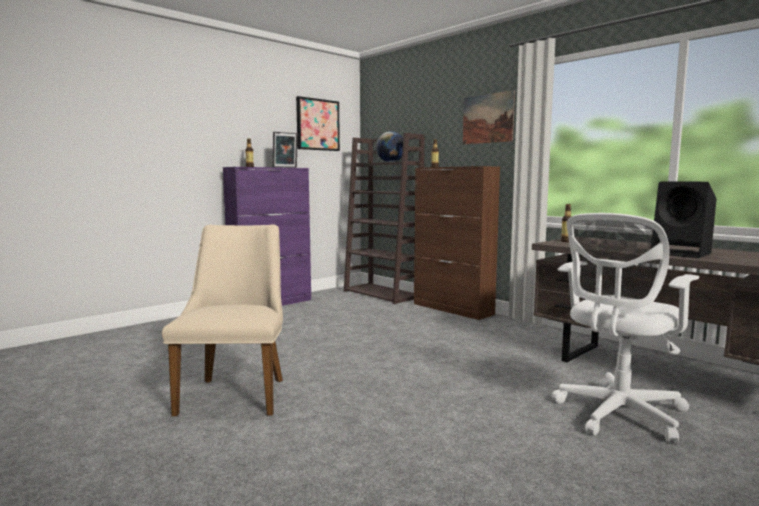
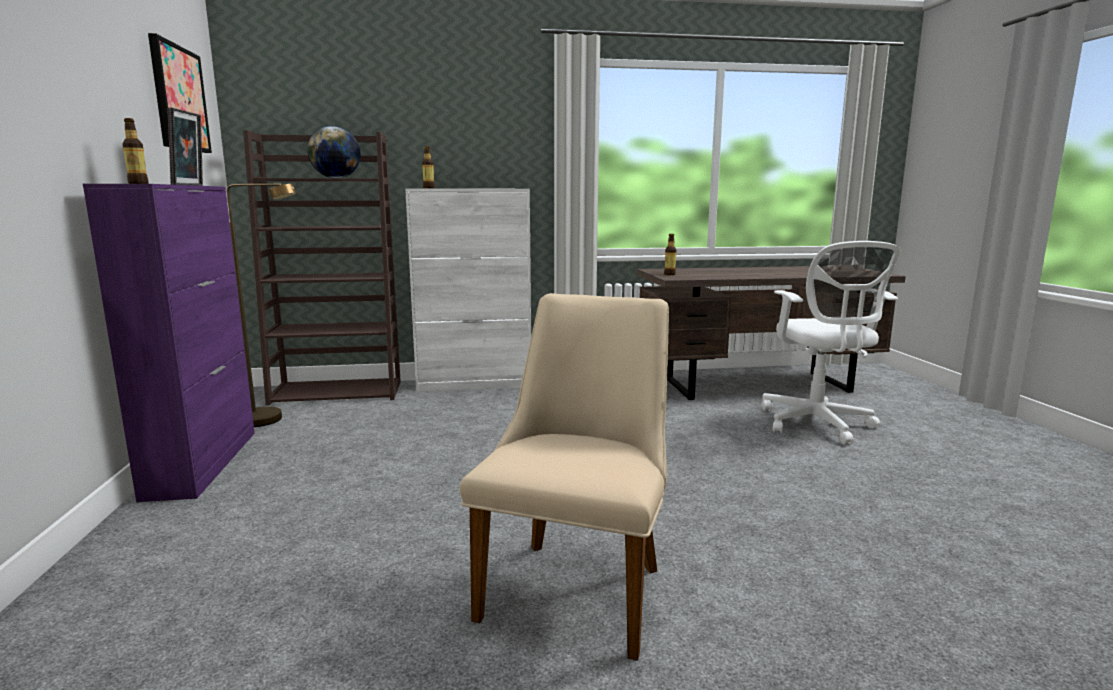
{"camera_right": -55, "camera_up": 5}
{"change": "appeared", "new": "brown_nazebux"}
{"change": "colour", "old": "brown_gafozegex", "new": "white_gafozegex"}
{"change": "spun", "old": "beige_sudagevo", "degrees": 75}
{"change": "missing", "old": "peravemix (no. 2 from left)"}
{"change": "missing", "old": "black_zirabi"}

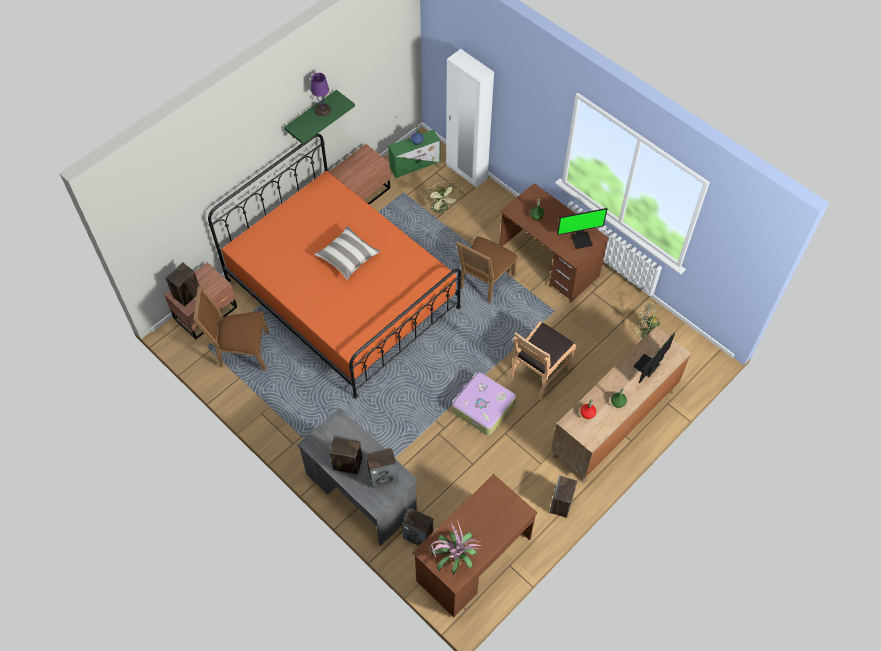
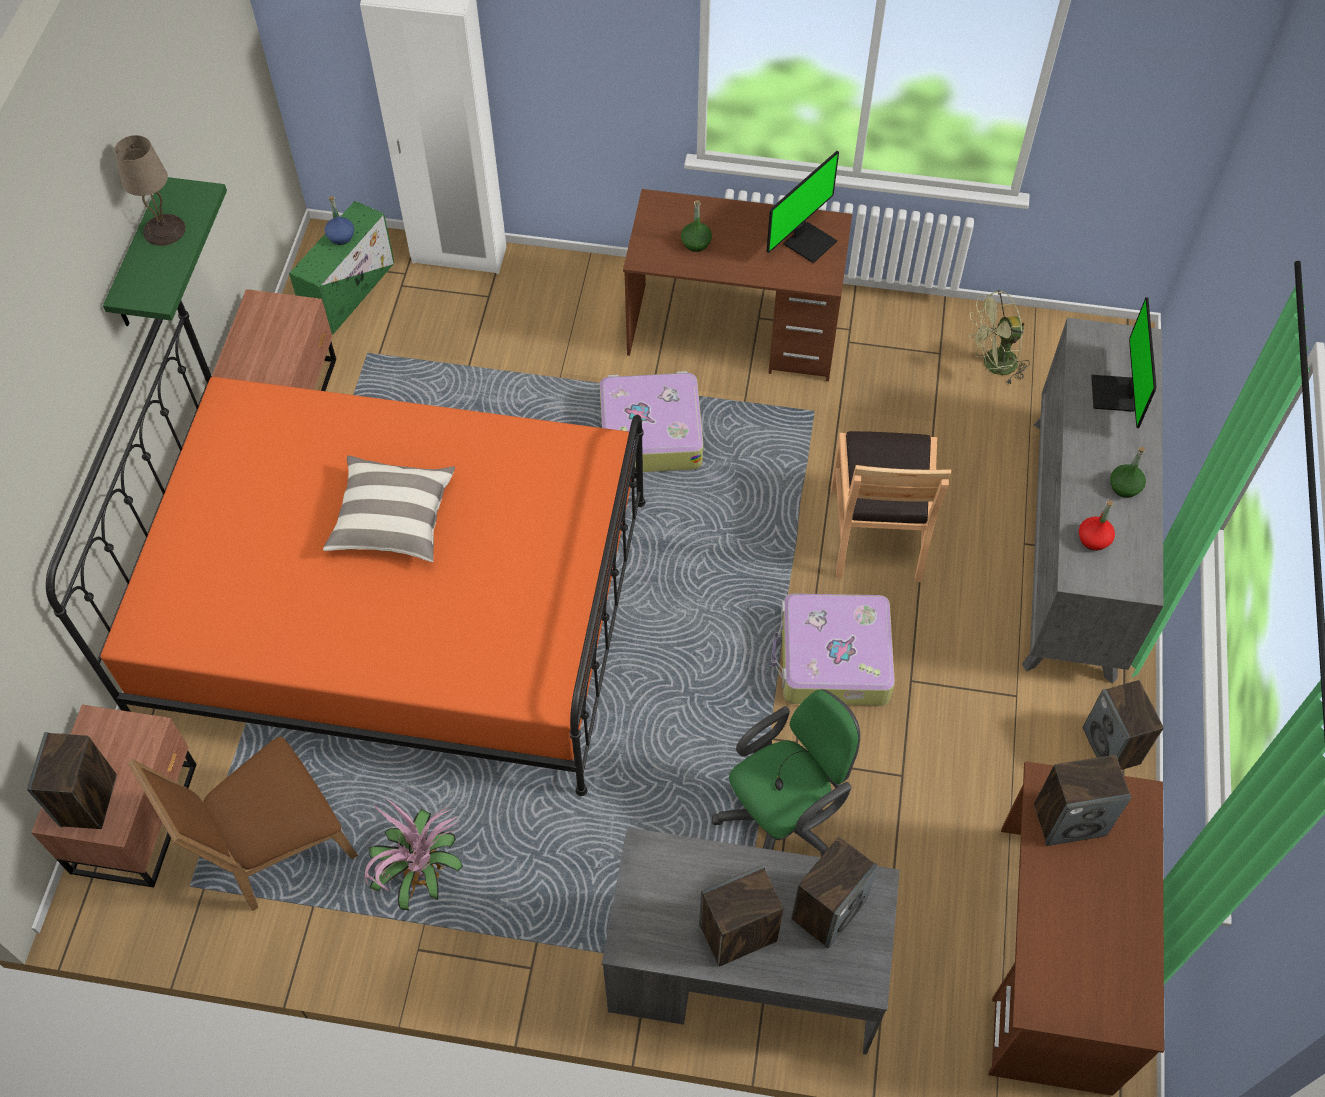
{"camera_right": -35, "camera_up": 0}
{"change": "colour", "old": "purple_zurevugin", "new": "beige_zurevugin"}
{"change": "relocated", "old": "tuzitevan"}
{"change": "exchanged", "old": "brown_sudagevo (no. 2 from left)", "new": "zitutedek (no. 1 from left)"}
{"change": "appeared", "new": "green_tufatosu"}
{"change": "colour", "old": "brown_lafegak", "new": "grey_lafegak"}
{"change": "relocated", "old": "zirabi (no. 4 from left)"}
{"change": "missing", "old": "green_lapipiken (no. 1 from left)"}

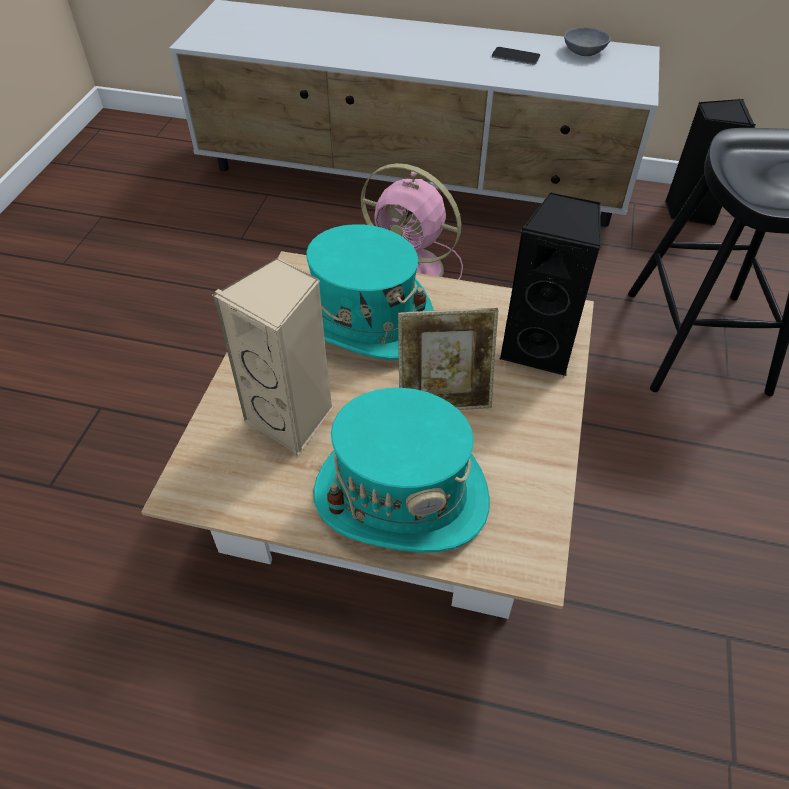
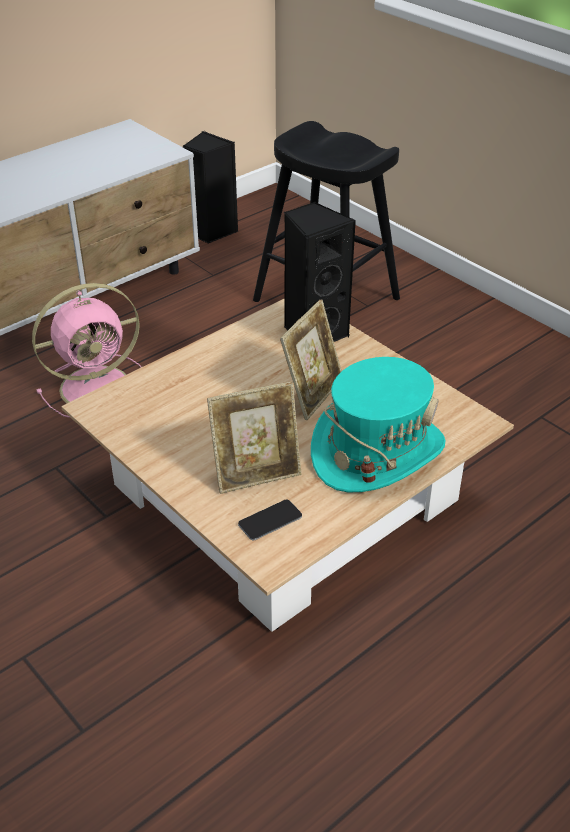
{"camera_right": -55, "camera_up": -10}
{"change": "exchanged", "old": "beige_zirabi", "new": "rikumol (no. 1 from left)"}
{"change": "relocated", "old": "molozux"}
{"change": "missing", "old": "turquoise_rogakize (no. 1 from left)"}
{"change": "missing", "old": "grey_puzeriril"}

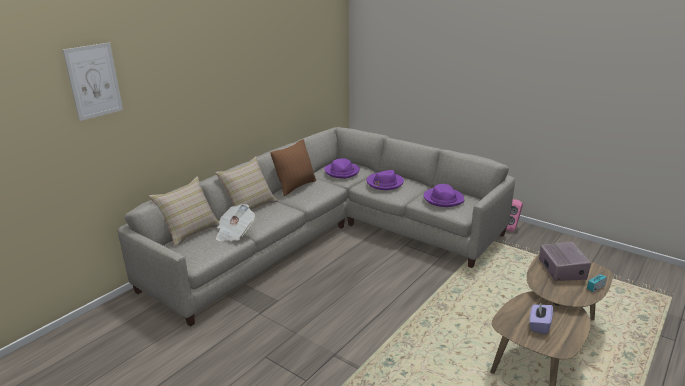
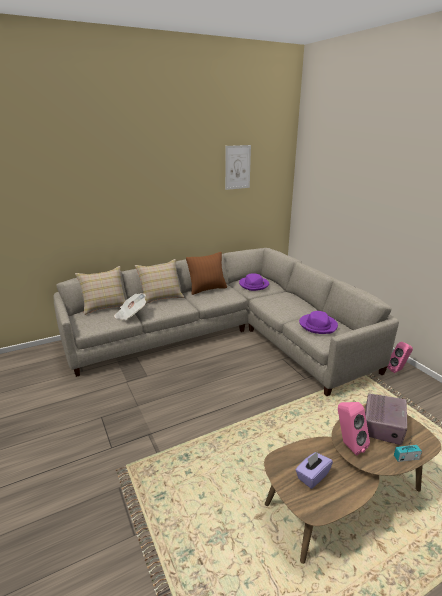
{"camera_right": 25, "camera_up": 0}
{"change": "relocated", "old": "peravemix"}
{"change": "appeared", "new": "pink_zirabi (no. 1 from left)"}
{"change": "missing", "old": "purple_rogakize (no. 2 from left)"}

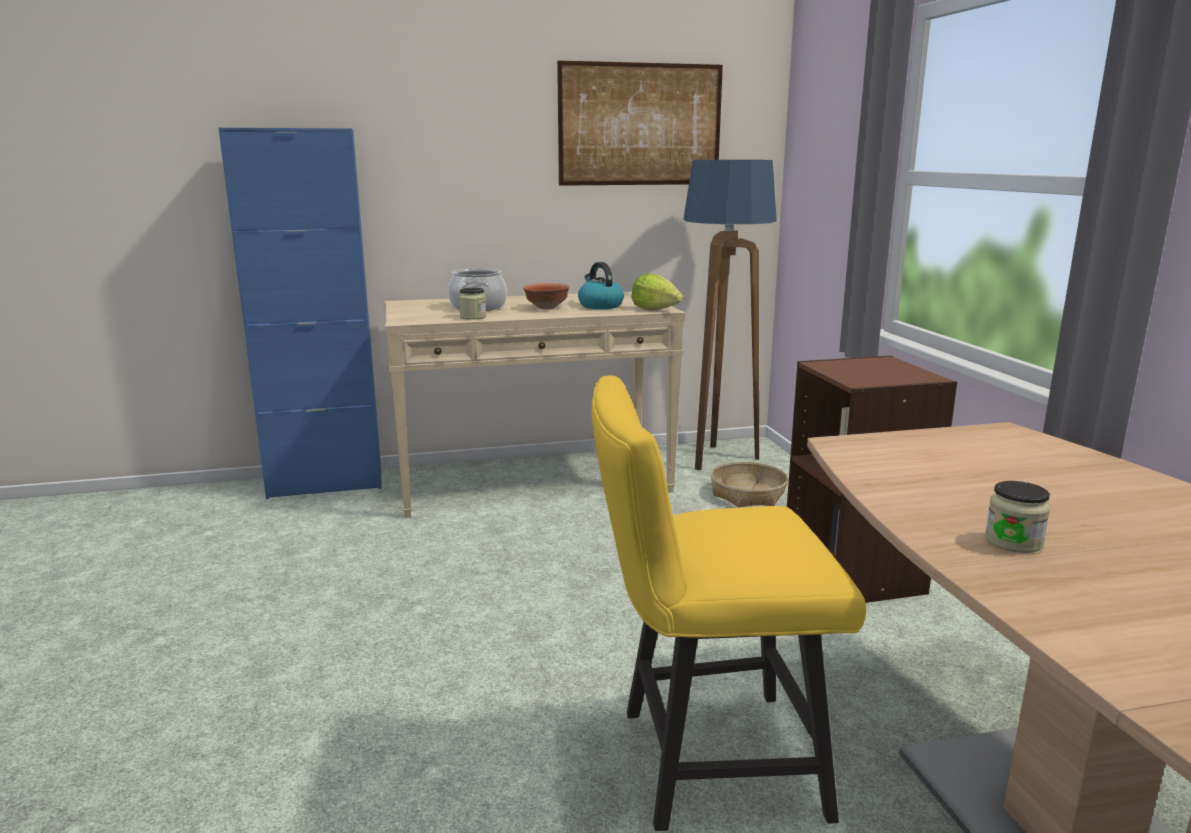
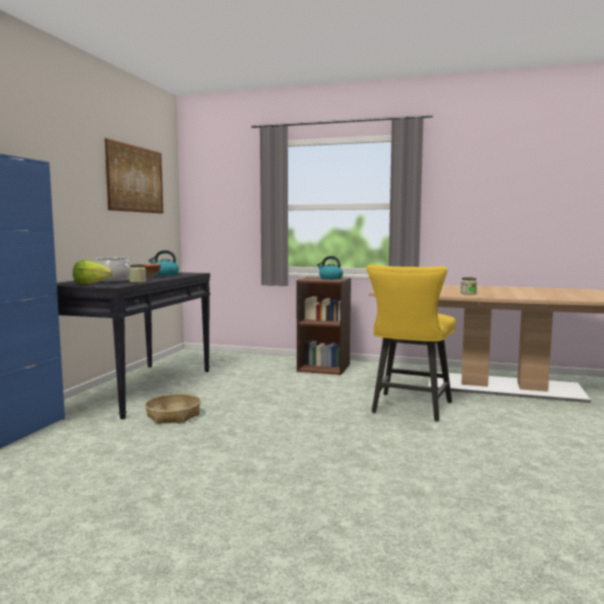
{"camera_right": -60, "camera_up": -10}
{"change": "colour", "old": "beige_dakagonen", "new": "black_dakagonen"}
{"change": "relocated", "old": "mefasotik"}
{"change": "relocated", "old": "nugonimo"}
{"change": "appeared", "new": "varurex (no. 2 from left)"}
{"change": "missing", "old": "nazebux"}

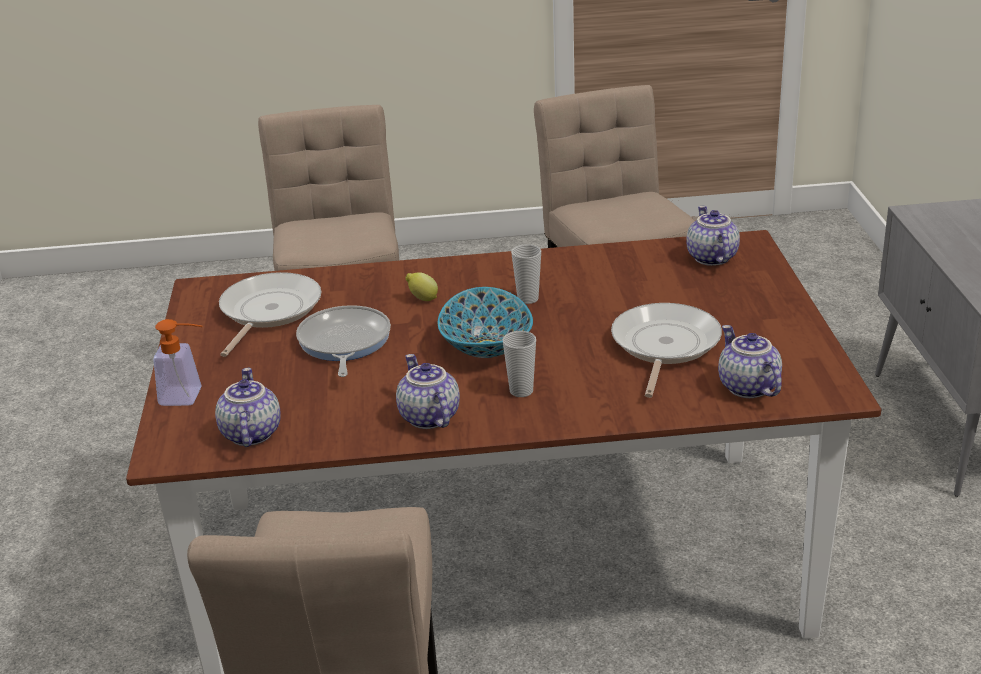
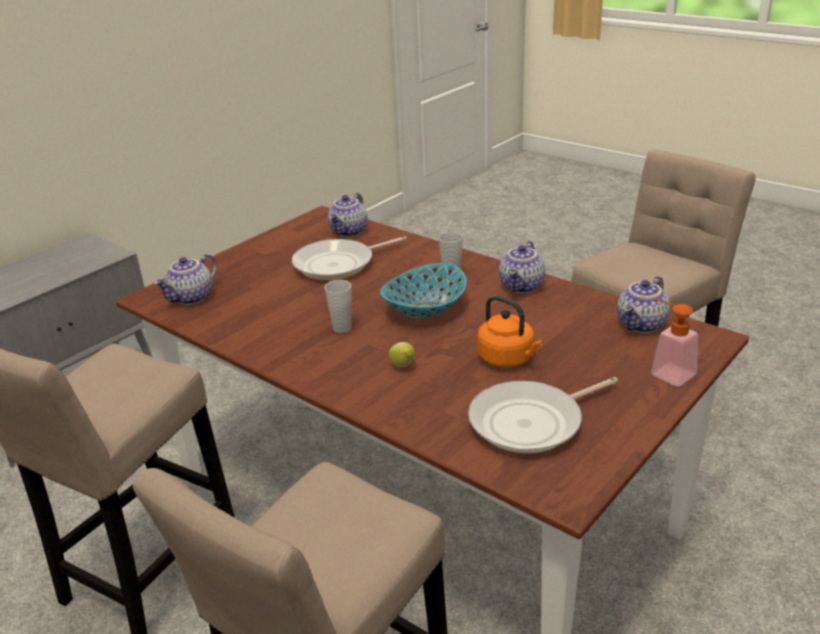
{"camera_right": -135, "camera_up": 0}
{"change": "exchanged", "old": "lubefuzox (no. 2 from left)", "new": "orange_varurex"}

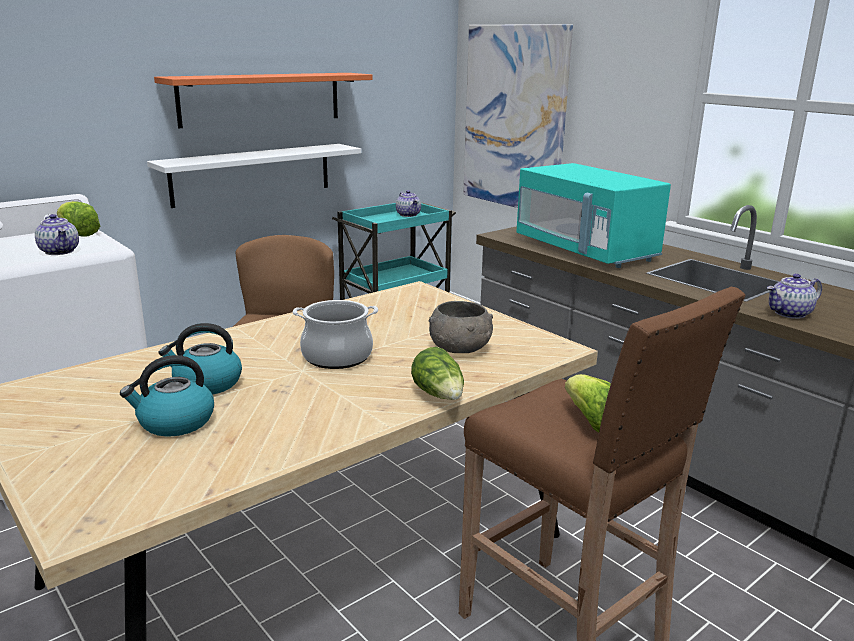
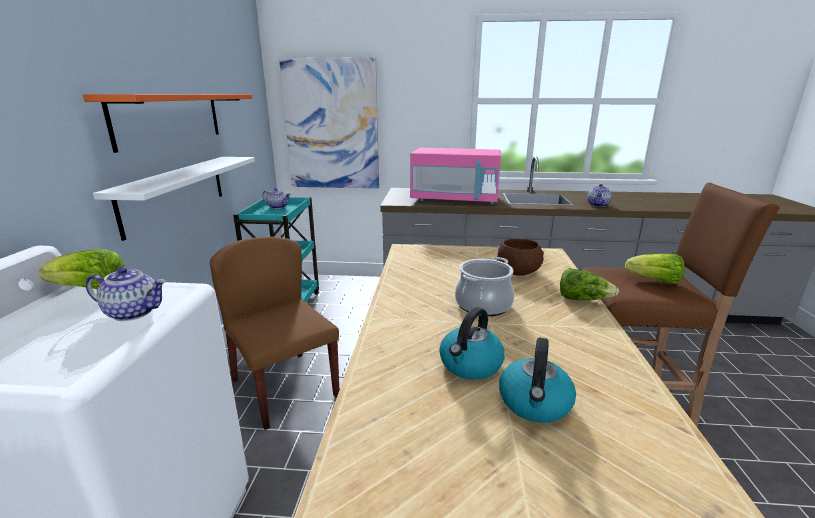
{"camera_right": -45, "camera_up": 0}
{"change": "colour", "old": "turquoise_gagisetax", "new": "pink_gagisetax"}
{"change": "colour", "old": "grey_puzeriril", "new": "brown_puzeriril"}

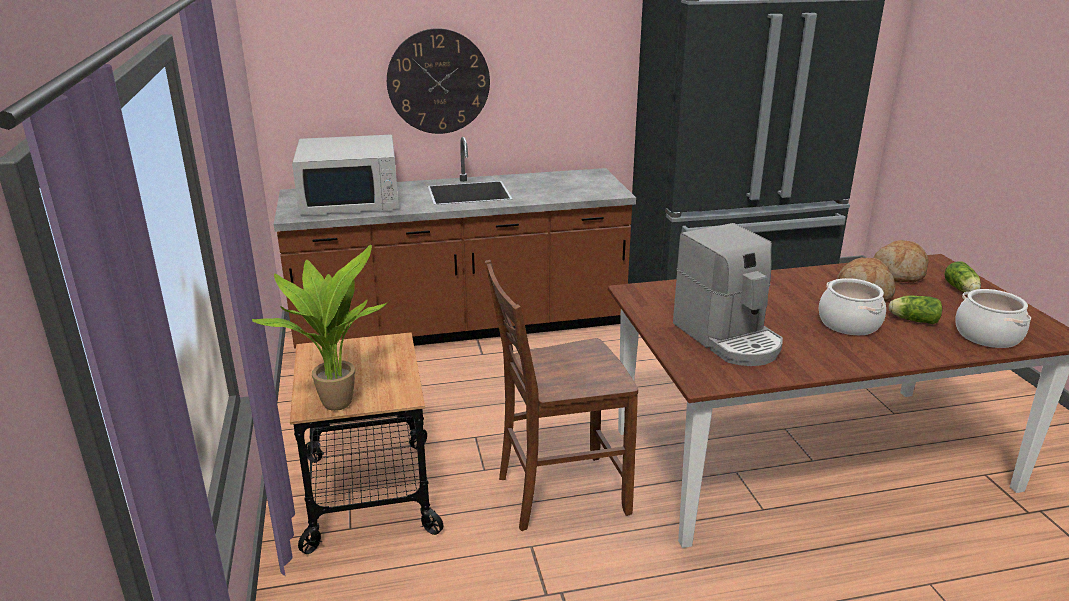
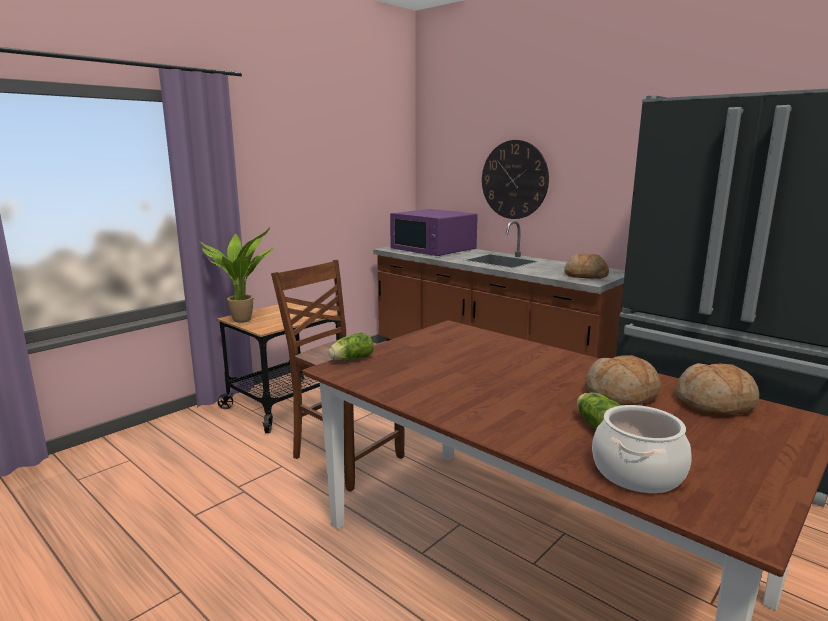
{"camera_right": 55, "camera_up": -10}
{"change": "relocated", "old": "mefasotik (no. 2 from left in the first image)", "new": "mefasotik (no. 1 from left)"}
{"change": "colour", "old": "white_gagisetax", "new": "purple_gagisetax"}
{"change": "appeared", "new": "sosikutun (no. 1 from left)"}
{"change": "missing", "old": "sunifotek"}
{"change": "missing", "old": "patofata (no. 1 from left)"}

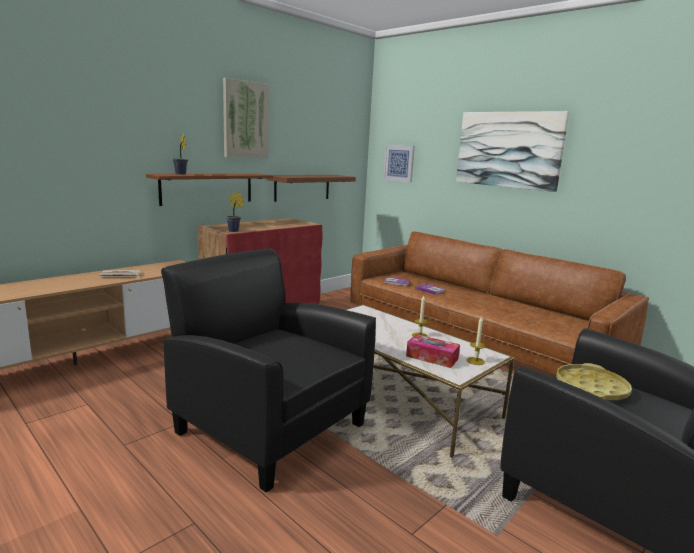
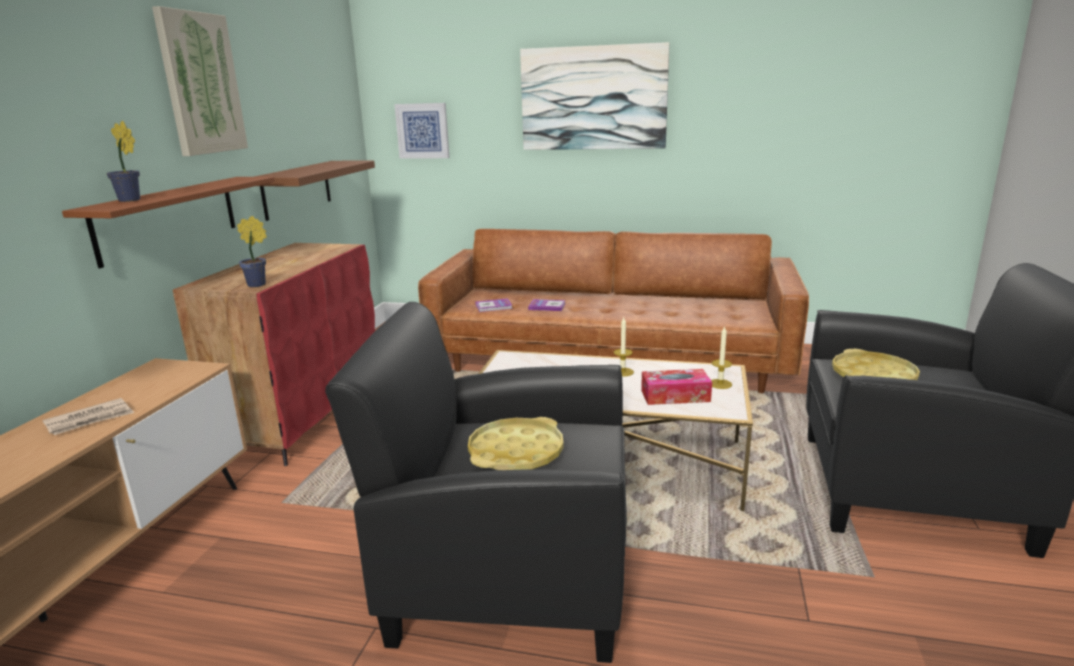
{"camera_right": -30, "camera_up": 5}
{"change": "appeared", "new": "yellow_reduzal (no. 1 from left)"}

